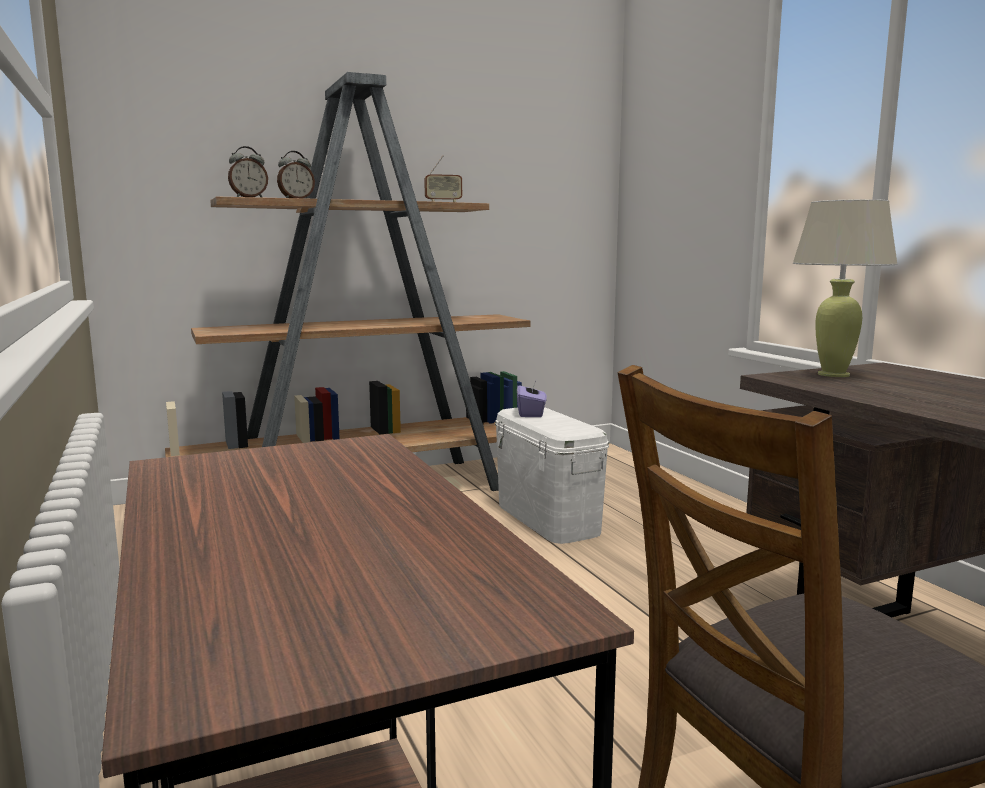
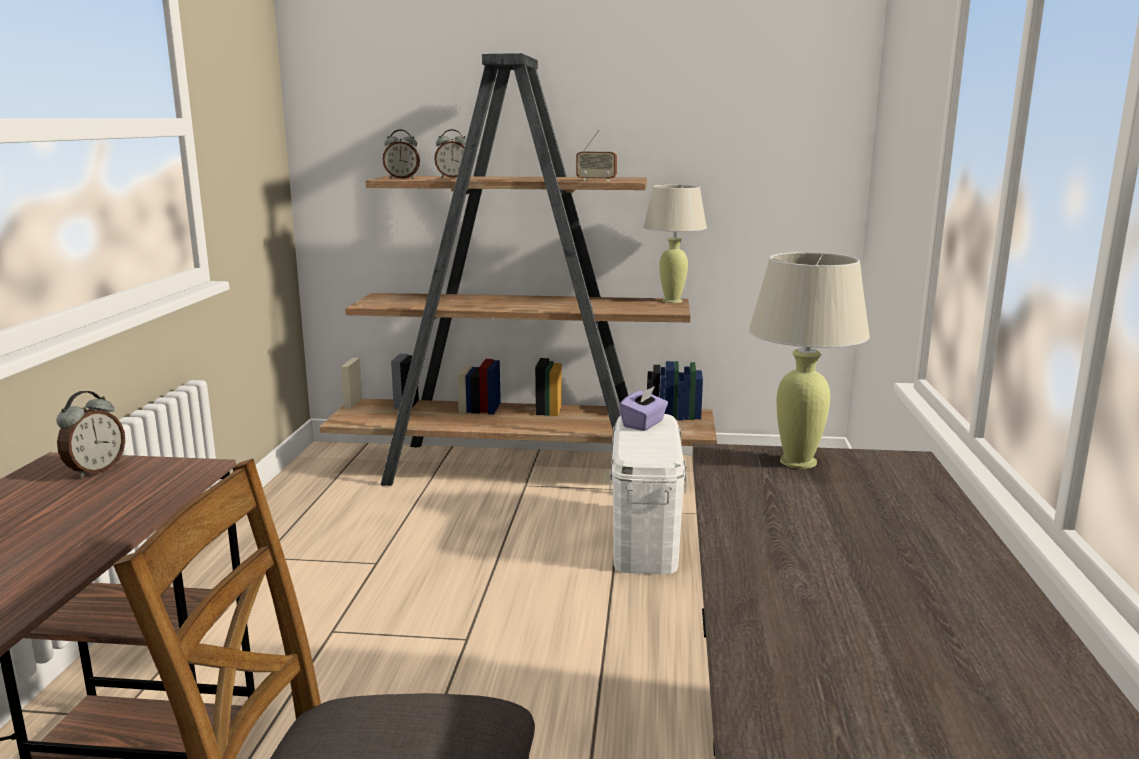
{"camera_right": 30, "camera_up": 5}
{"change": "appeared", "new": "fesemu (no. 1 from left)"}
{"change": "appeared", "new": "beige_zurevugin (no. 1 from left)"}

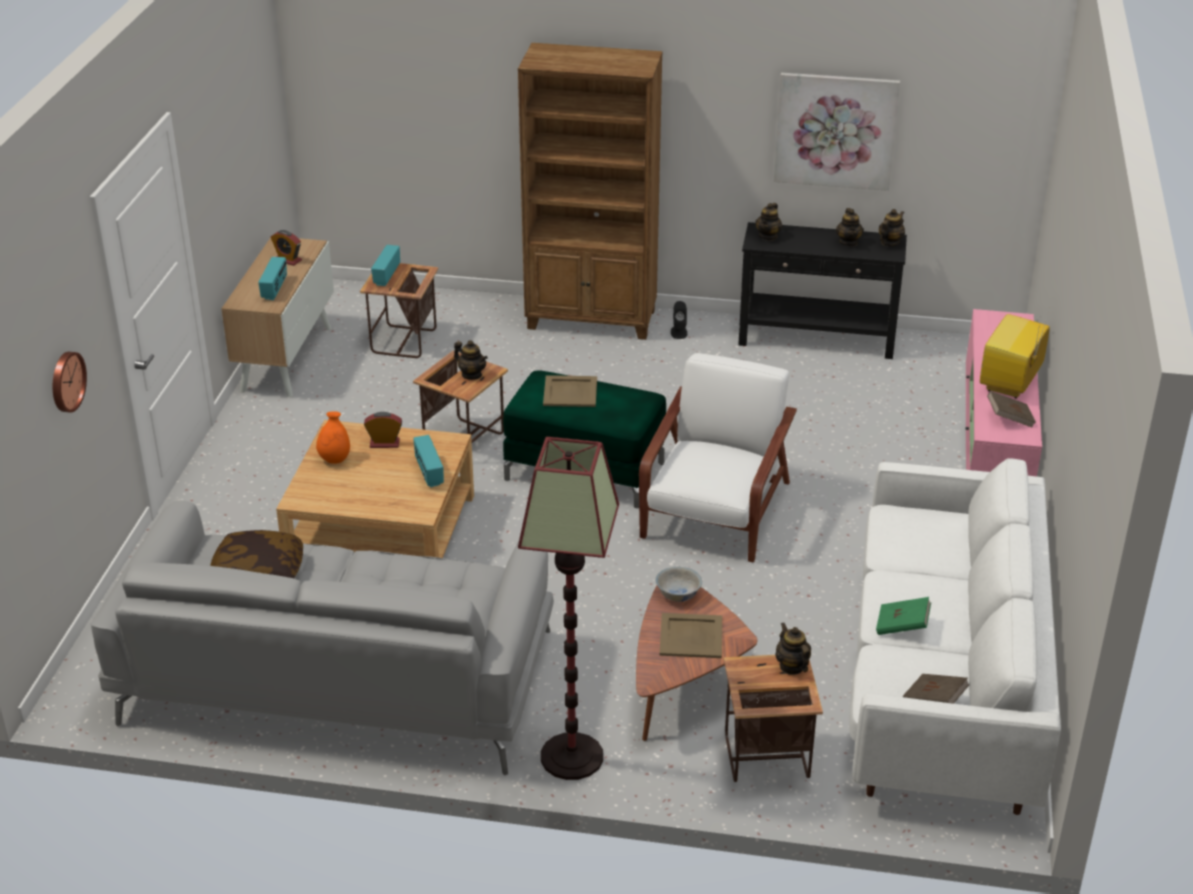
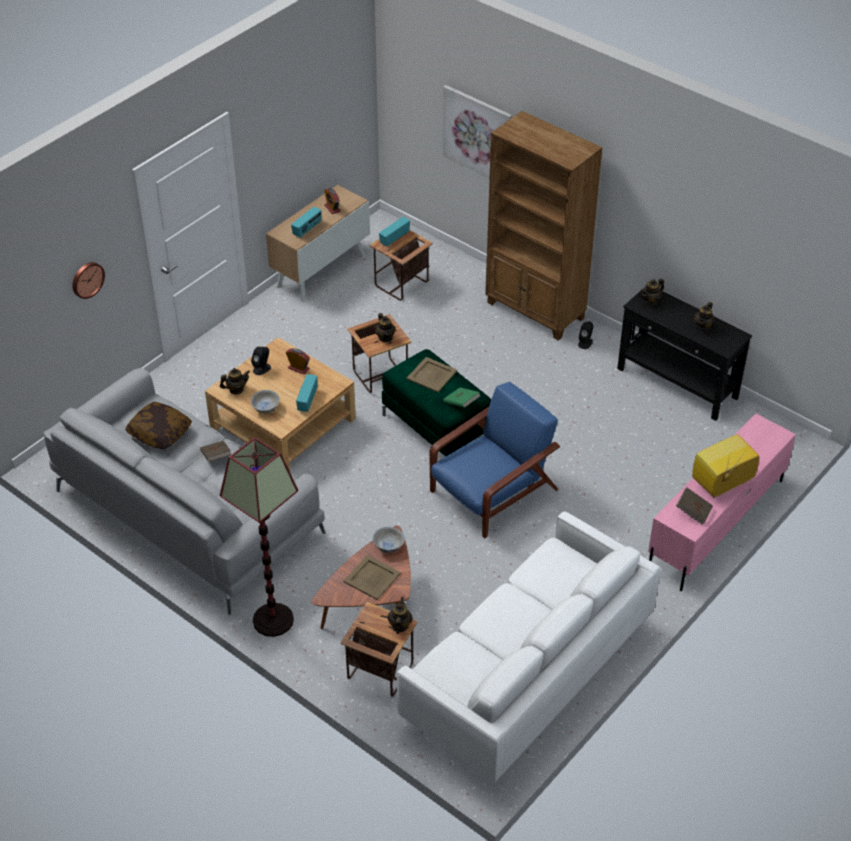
{"camera_right": 30, "camera_up": 10}
{"change": "relocated", "old": "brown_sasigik (no. 1 from left)"}
{"change": "relocated", "old": "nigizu (no. 5 from left in the first image)", "new": "nigizu (no. 1 from left)"}
{"change": "exchanged", "old": "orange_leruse", "new": "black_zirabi (no. 1 from left)"}
{"change": "appeared", "new": "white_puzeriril (no. 1 from left)"}
{"change": "colour", "old": "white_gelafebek", "new": "blue_gelafebek"}
{"change": "relocated", "old": "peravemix"}
{"change": "relocated", "old": "green_sasigik"}

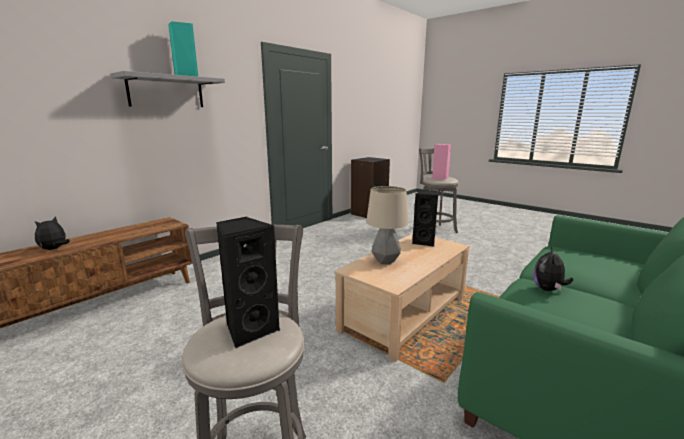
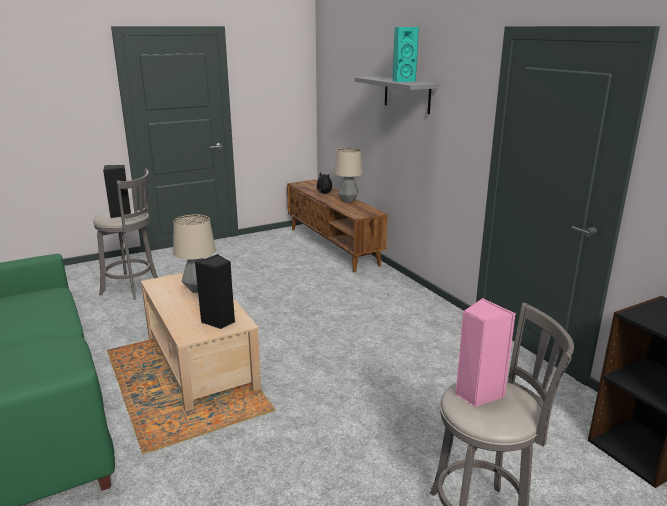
{"camera_right": 110, "camera_up": 5}
{"change": "appeared", "new": "zurevugin (no. 2 from left)"}
{"change": "missing", "old": "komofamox (no. 2 from left)"}

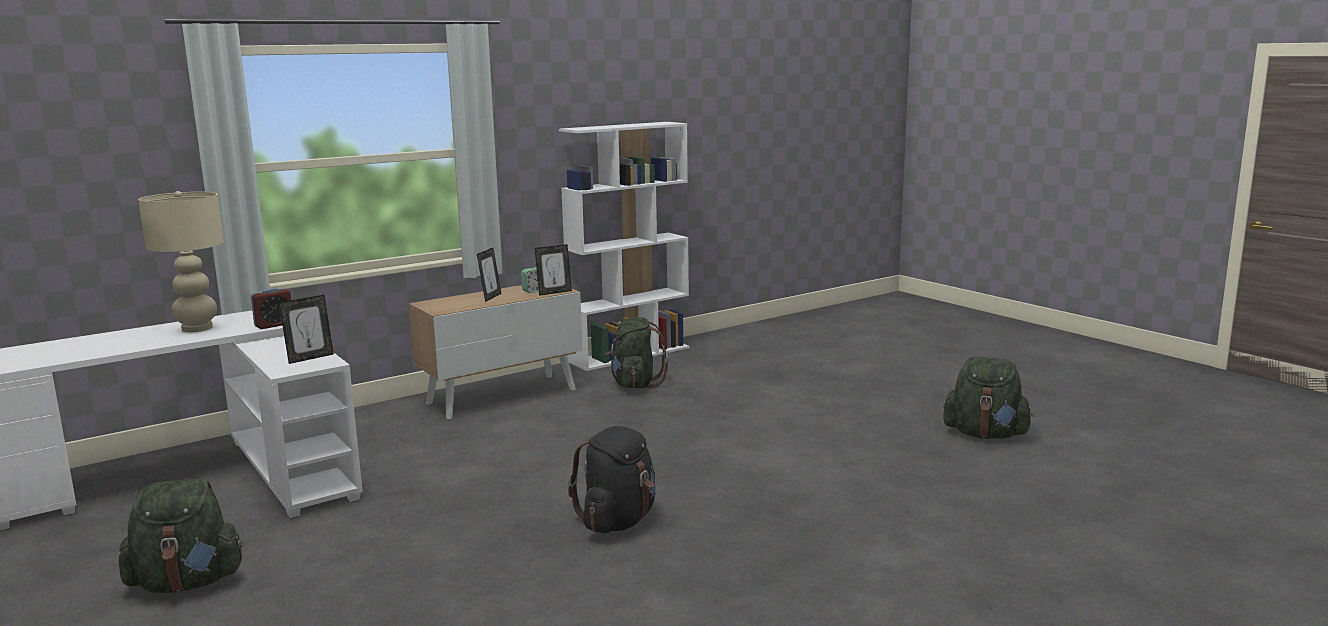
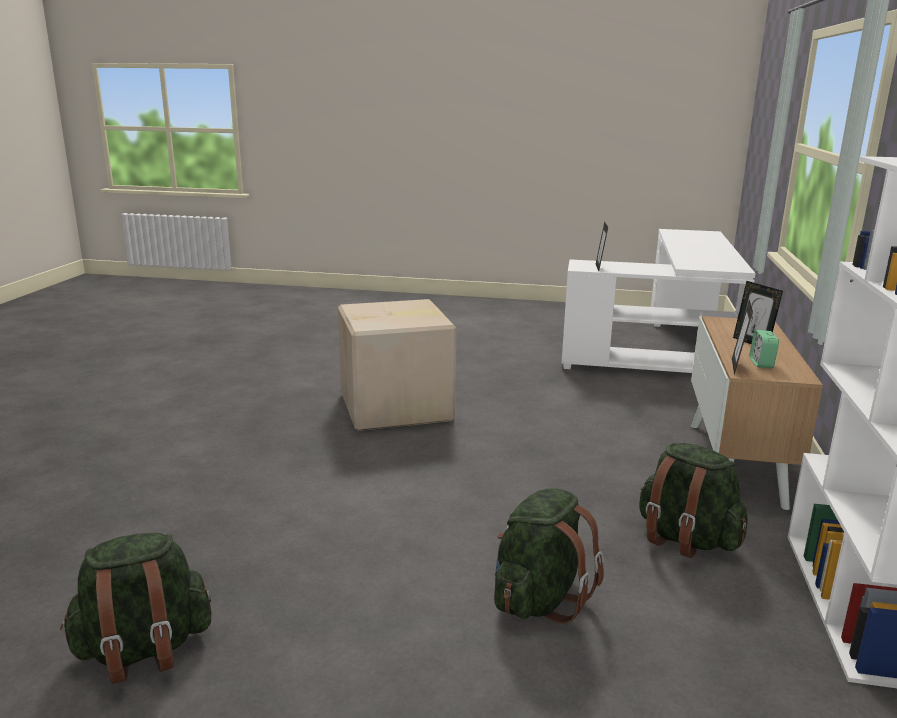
{"camera_right": 135, "camera_up": 5}
{"change": "exchanged", "old": "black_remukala", "new": "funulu"}
{"change": "relocated", "old": "green_remukala (no. 1 from left in the first image)", "new": "green_remukala (no. 2 from left)"}
{"change": "missing", "old": "beige_zurevugin"}
{"change": "missing", "old": "fesemu (no. 1 from left)"}

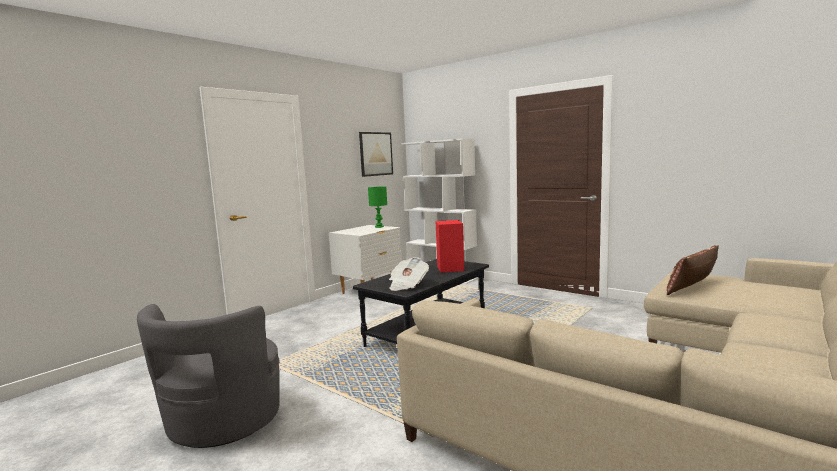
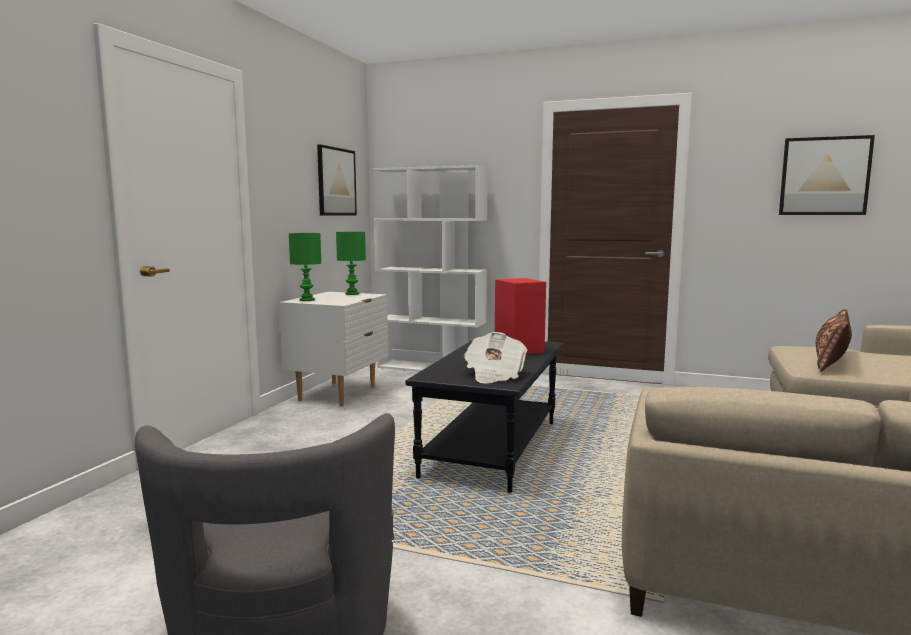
{"camera_right": -20, "camera_up": 0}
{"change": "appeared", "new": "green_zurevugin (no. 1 from left)"}
{"change": "appeared", "new": "peravemix (no. 2 from left)"}

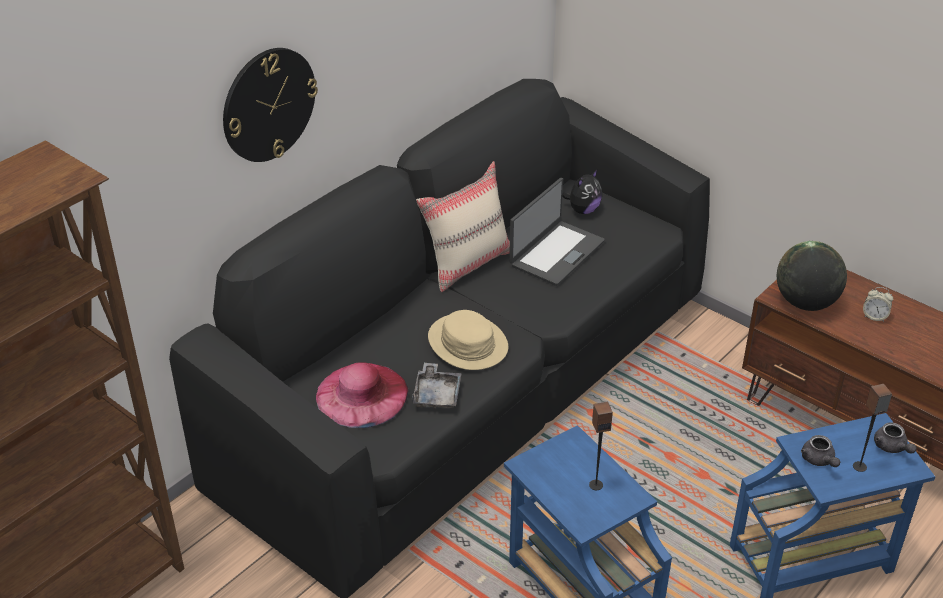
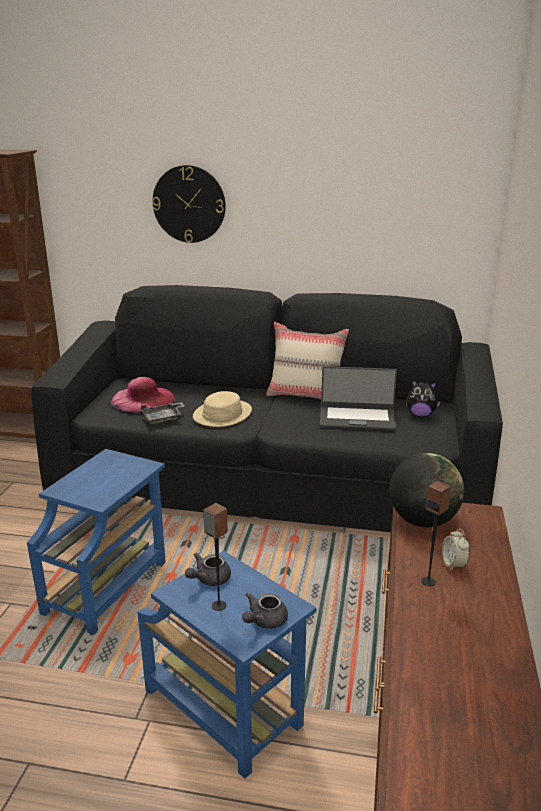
{"camera_right": 60, "camera_up": -15}
{"change": "relocated", "old": "zirabi (no. 1 from left in the first image)", "new": "zirabi (no. 2 from left)"}

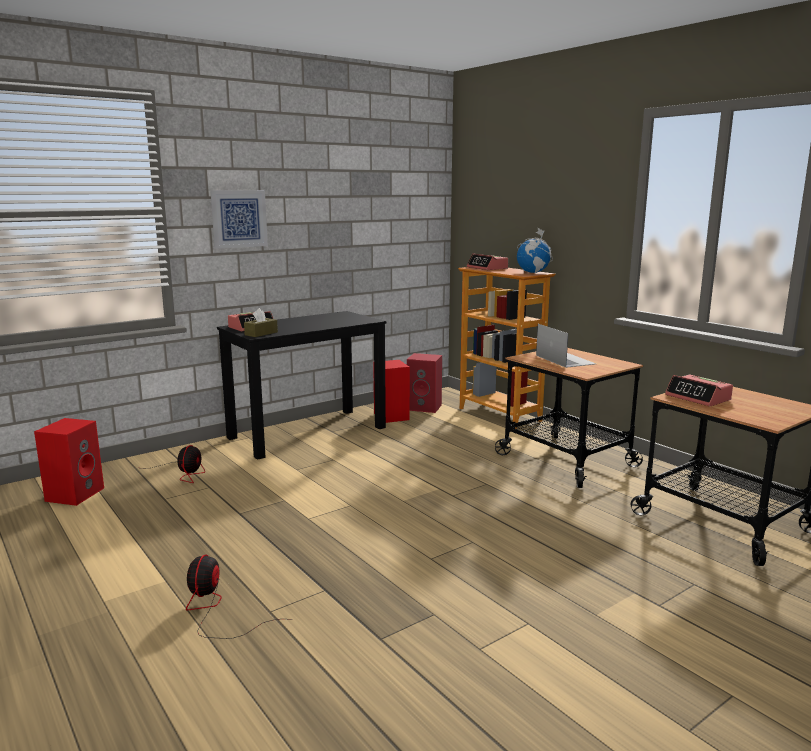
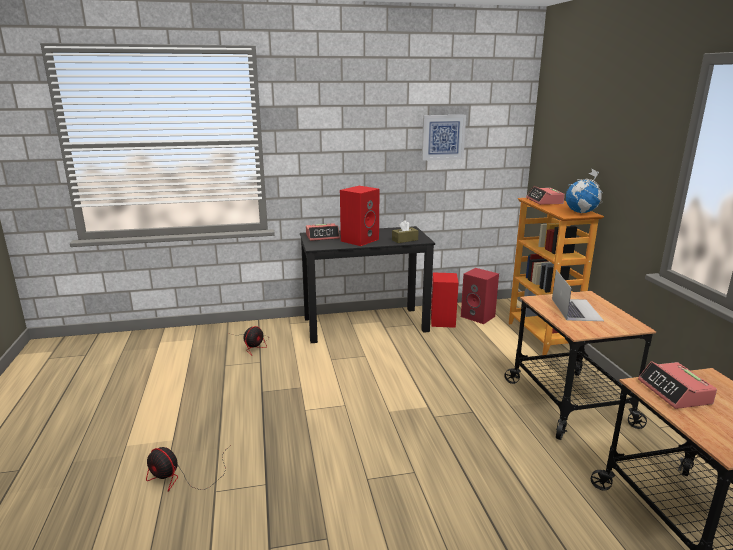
{"camera_right": 25, "camera_up": 5}
{"change": "spun", "old": "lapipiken (no. 2 from left in the first image)", "degrees": -90}
{"change": "relocated", "old": "red_zirabi (no. 1 from left)"}
{"change": "relocated", "old": "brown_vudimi"}
{"change": "relocated", "old": "peravemix"}

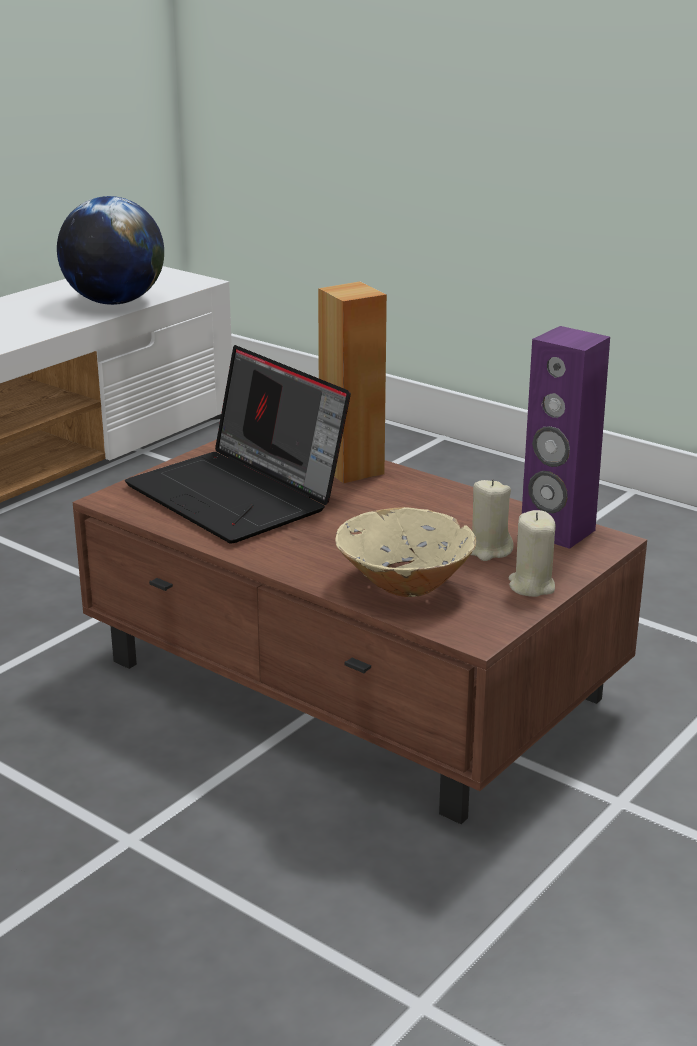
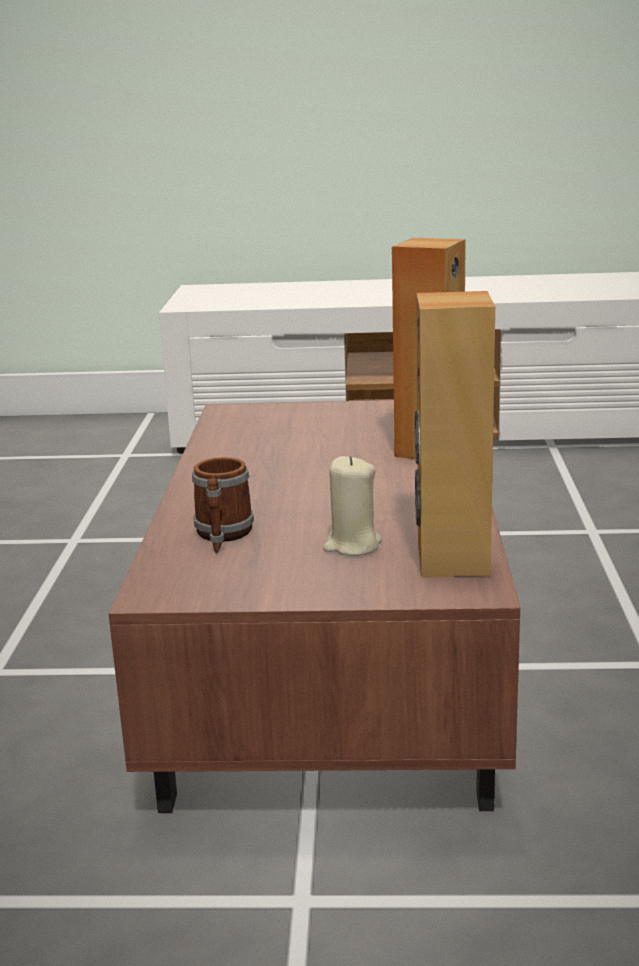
{"camera_right": 55, "camera_up": -5}
{"change": "exchanged", "old": "beige_puzeriril", "new": "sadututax"}
{"change": "colour", "old": "purple_zirabi", "new": "brown_zirabi (no. 2 from left)"}
{"change": "missing", "old": "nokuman"}
{"change": "missing", "old": "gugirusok"}
{"change": "missing", "old": "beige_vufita (no. 2 from left)"}

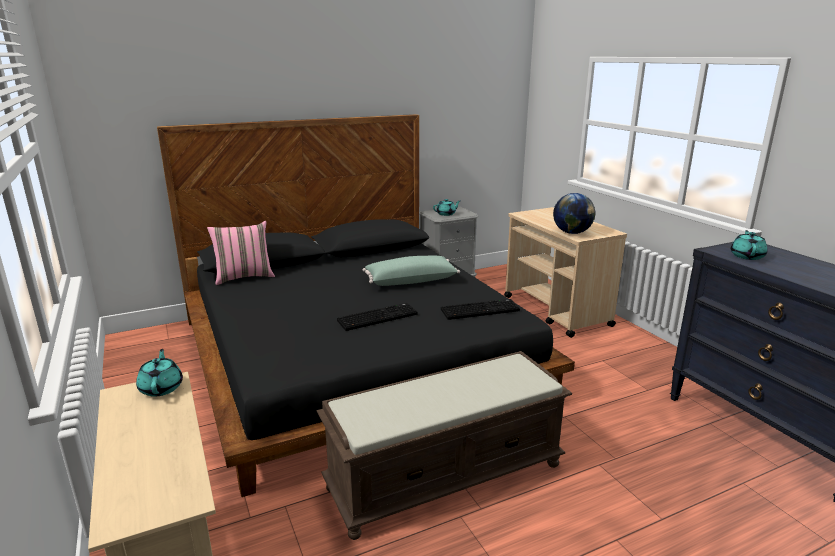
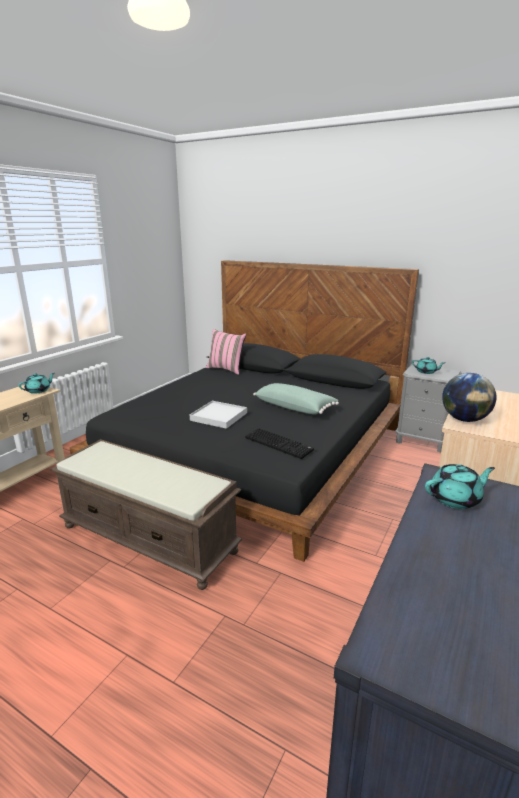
{"camera_right": 55, "camera_up": 0}
{"change": "exchanged", "old": "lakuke (no. 1 from left)", "new": "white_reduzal"}

